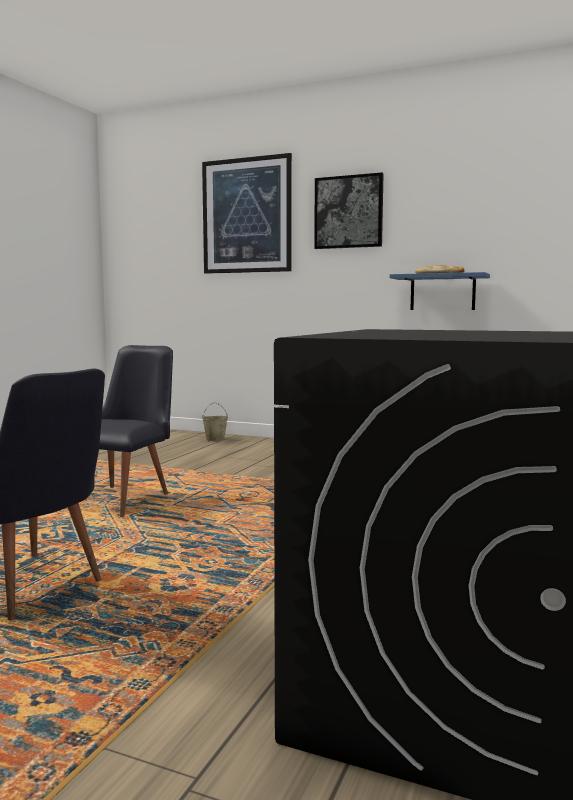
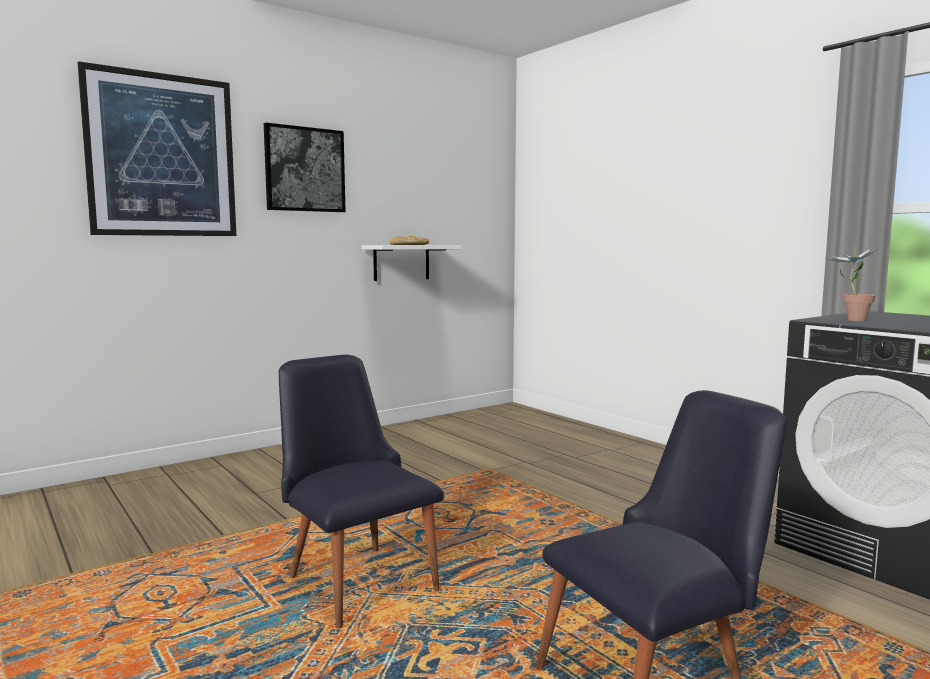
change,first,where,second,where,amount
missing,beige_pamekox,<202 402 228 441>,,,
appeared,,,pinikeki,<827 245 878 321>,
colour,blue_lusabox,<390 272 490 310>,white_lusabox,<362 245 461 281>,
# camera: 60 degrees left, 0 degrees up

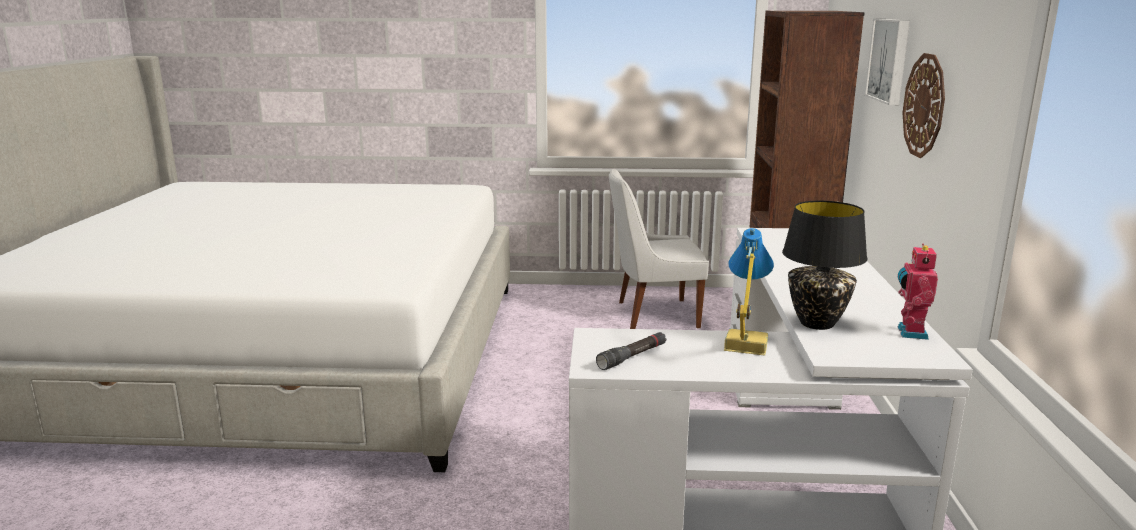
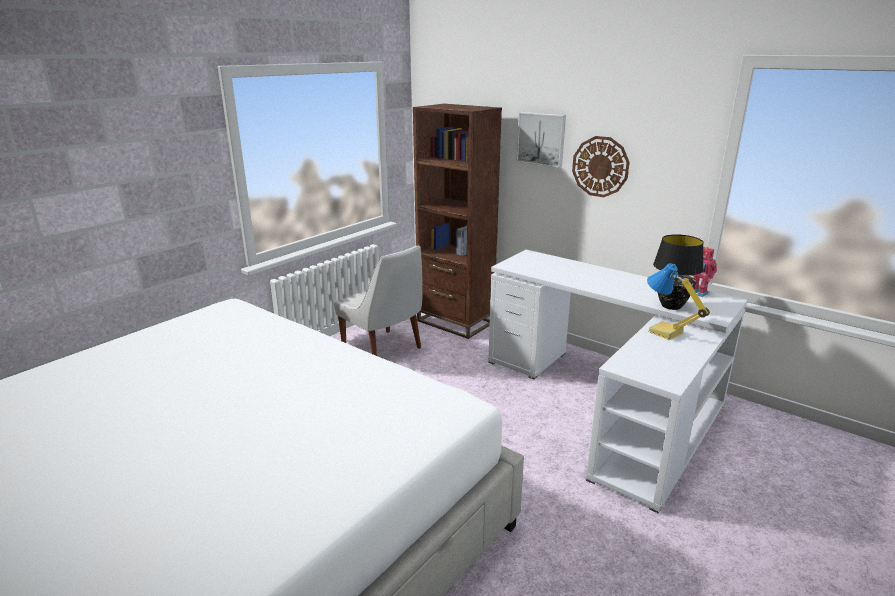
change,first,where,second,where,amount
missing,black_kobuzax,<596 332 666 370>,,,
spun,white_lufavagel,<609 168 709 329>,,<334 245 423 356>,75 degrees counterclockwise
# camera: 55 degrees left, 5 degrees up

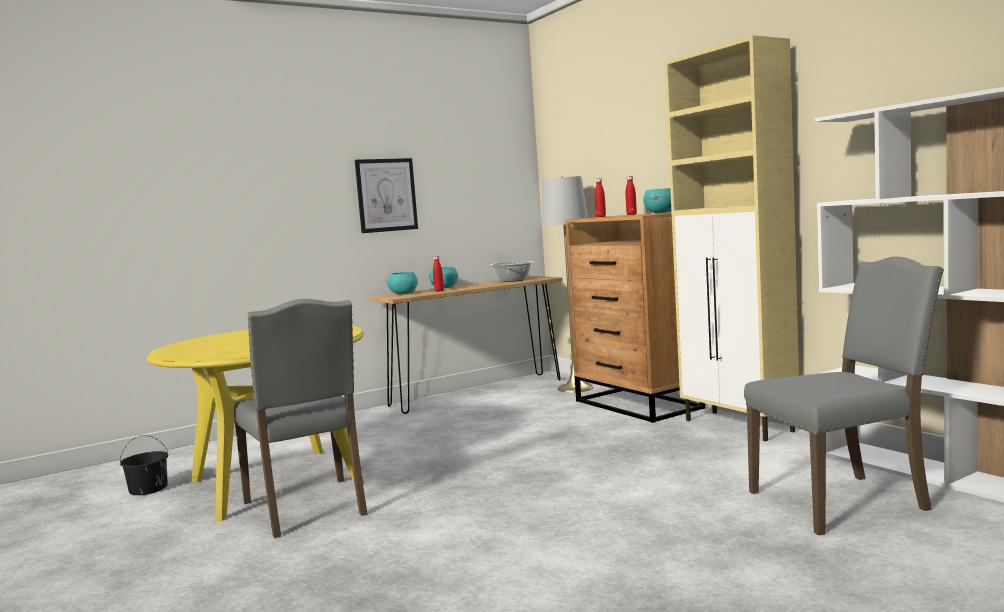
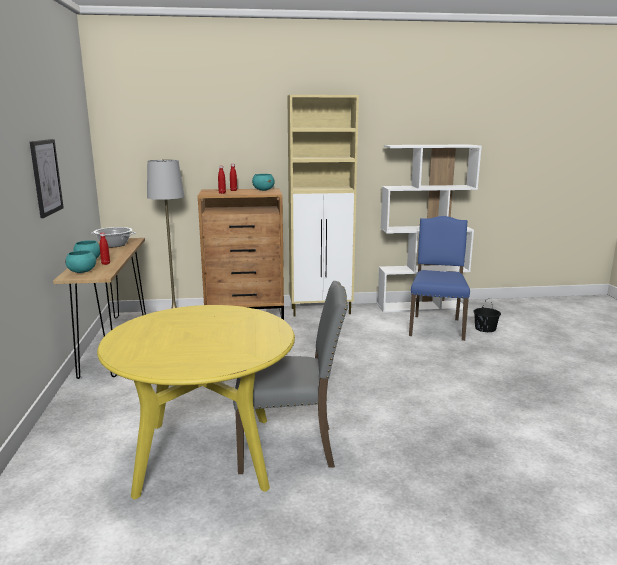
change,first,where,second,where,amount
relocated,black_pamekox,<120 435 168 495>,,<473 302 501 332>,
colour,grey_lufavagel,<744 257 944 536>,blue_lufavagel,<409 216 470 341>,
# camera: 65 degrees left, 10 degrees up

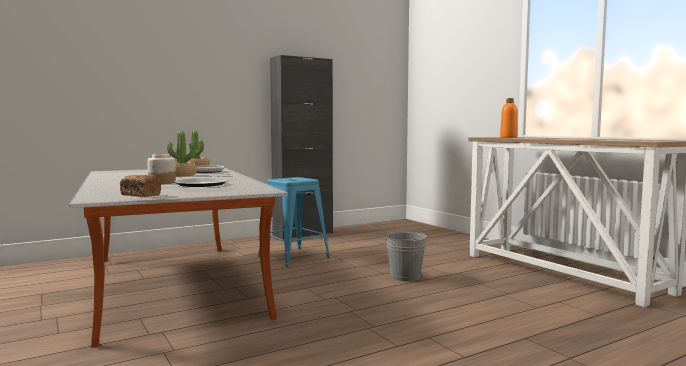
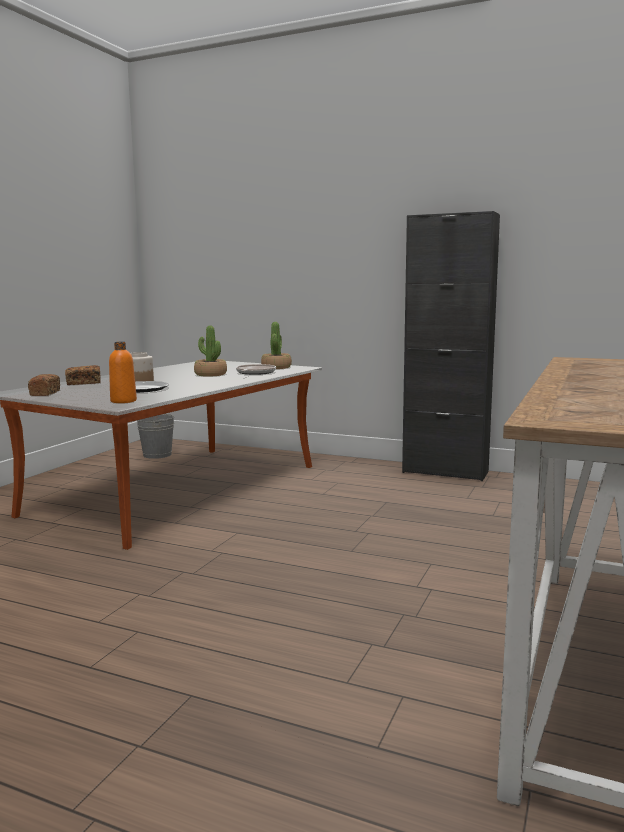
change,first,where,second,where,amount
missing,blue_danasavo,<258 177 330 267>,,,
appeared,,,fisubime,<65 365 100 385>,
relocated,grey_pamekox,<384 232 429 281>,,<137 414 174 459>,
relocated,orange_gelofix,<500 98 518 138>,,<109 342 137 403>,
# camera: 55 degrees right, 5 degrees up

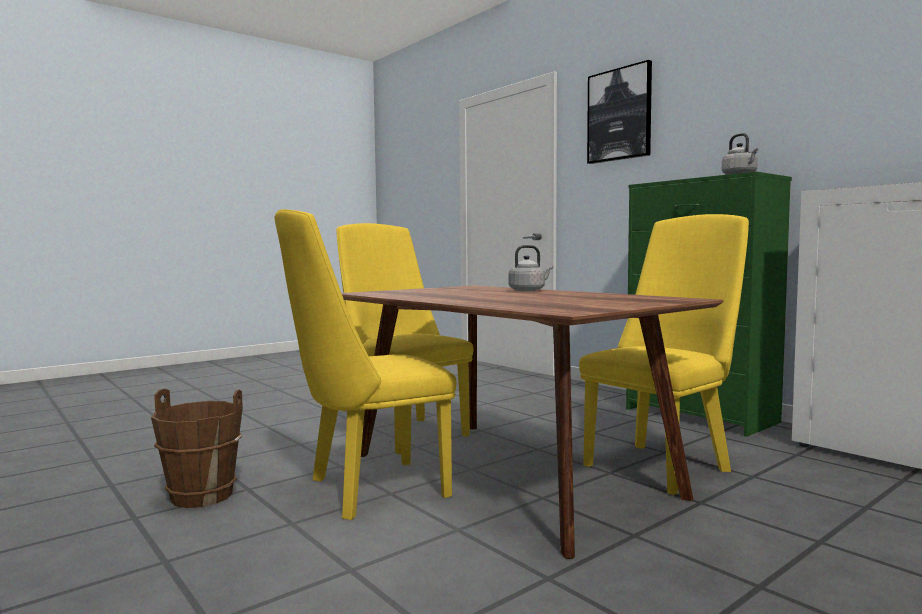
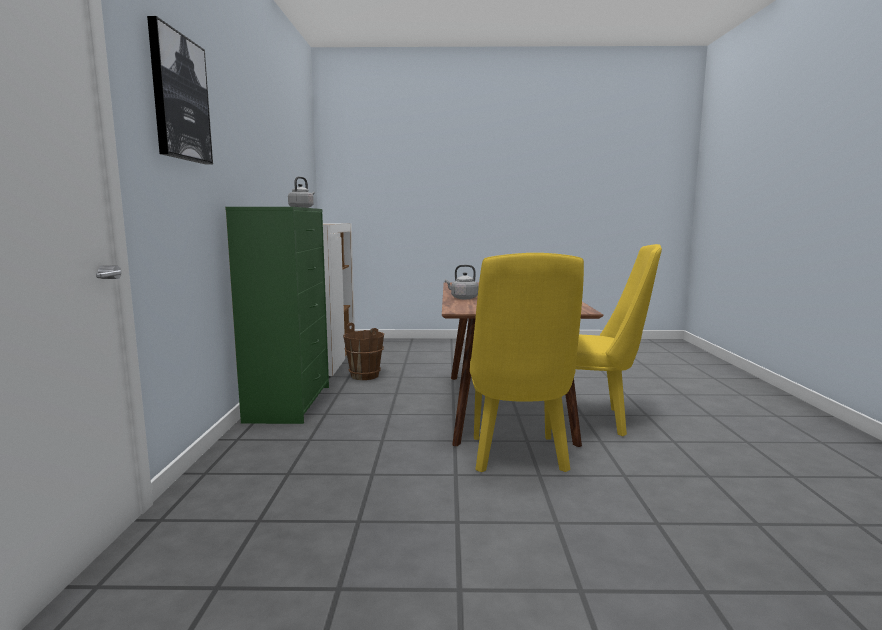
change,first,where,second,where,amount
missing,yellow_lufavagel,<579 214 749 495>,,,
relocated,brown_pamekox,<151 389 243 508>,,<343 323 384 380>,
# camera: 140 degrees left, 5 degrees up

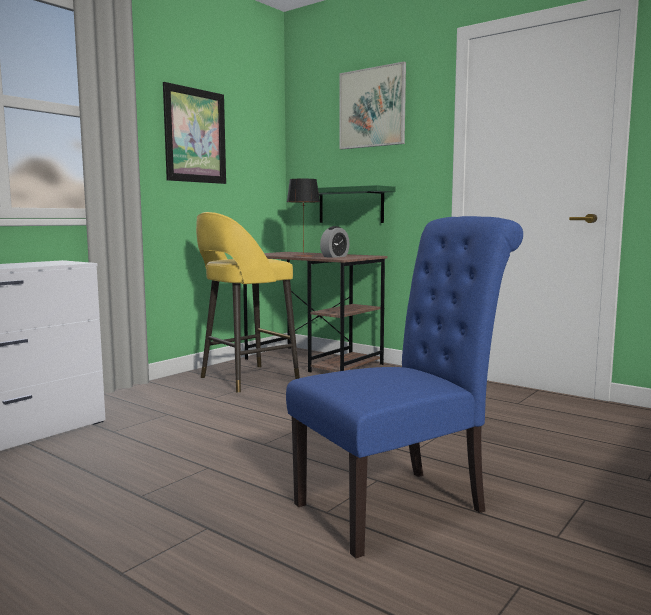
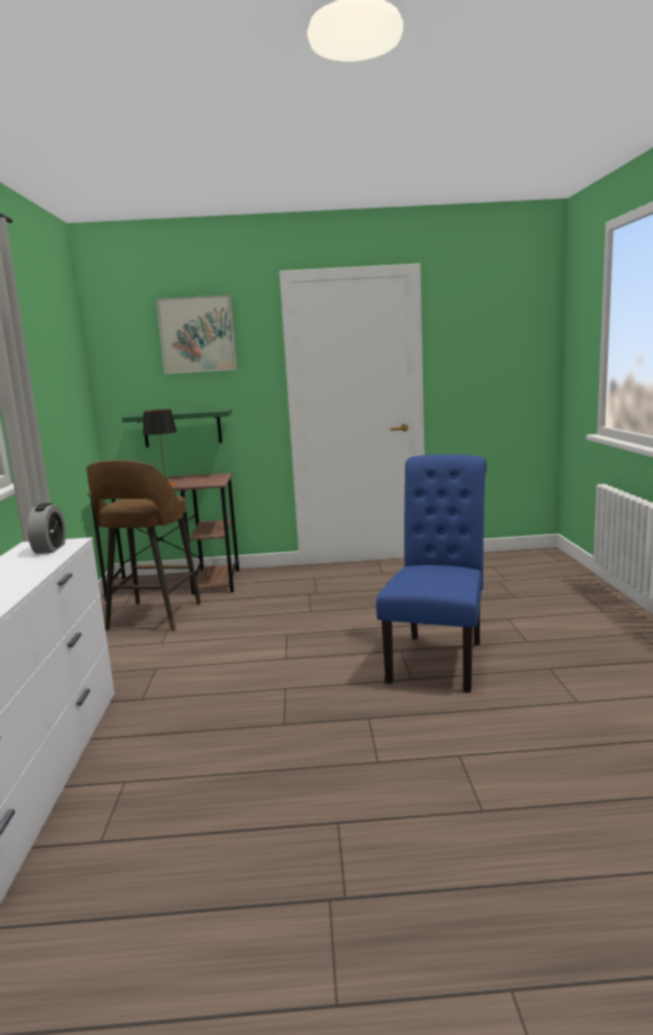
change,first,where,second,where,amount
missing,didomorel,<163 82 226 184>,,,
relocated,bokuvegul,<320 226 350 258>,,<27 503 66 554>,
colour,yellow_danasavo,<196 212 300 393>,brown_danasavo,<86 460 201 631>,
# camera: 40 degrees left, 5 degrees up

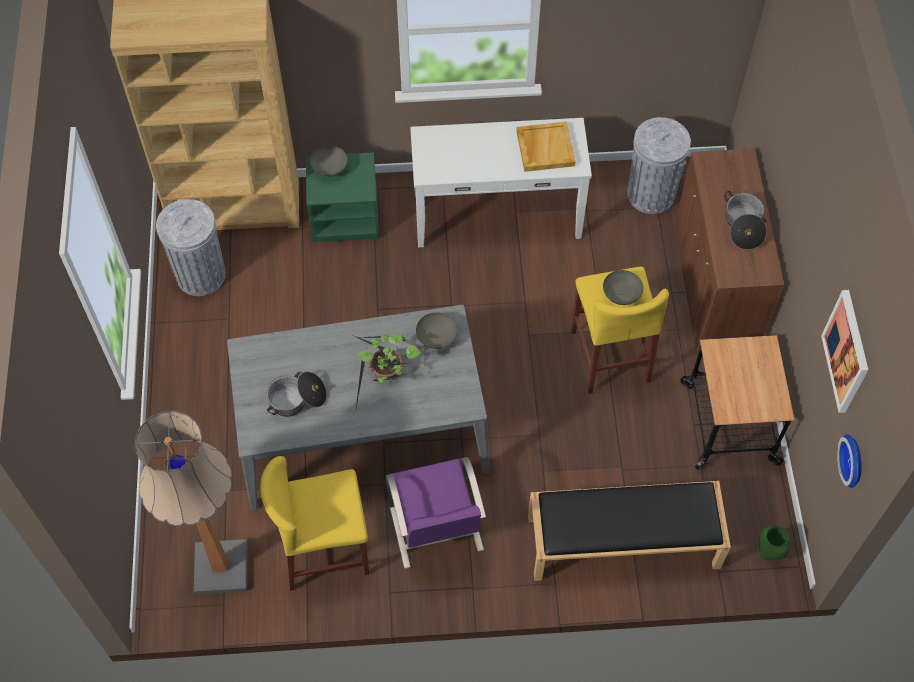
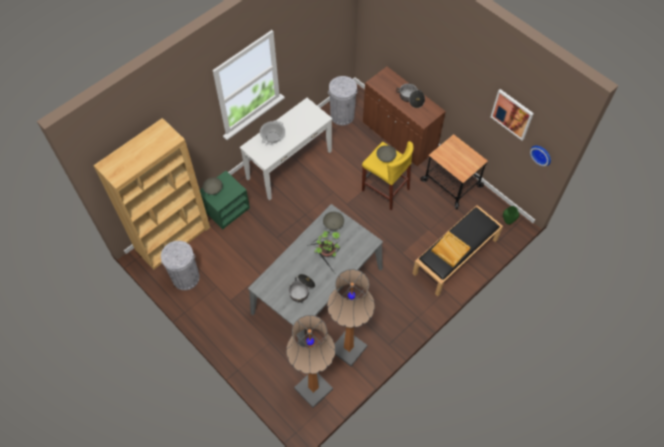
change,first,where,second,where,amount
missing,purple_lufavagel,<386 457 486 569>,,,
appeared,,,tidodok,<260 120 285 145>,
relocated,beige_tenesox,<516 122 576 172>,,<431 232 471 268>,
exchanged,yellow_danasavo,<260 456 369 591>,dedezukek,<327 269 375 366>,
# camera: 40 degrees left, 0 degrees up

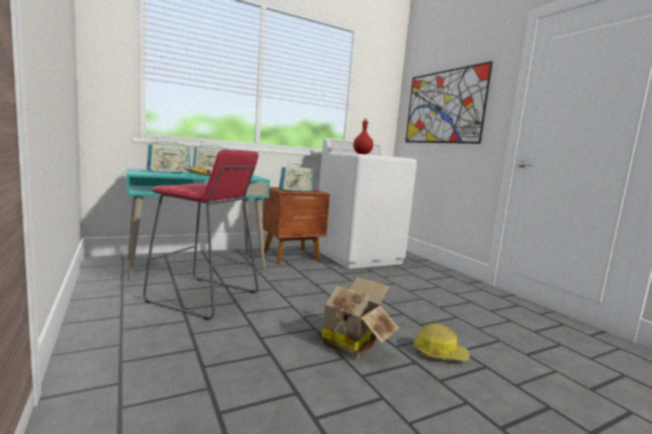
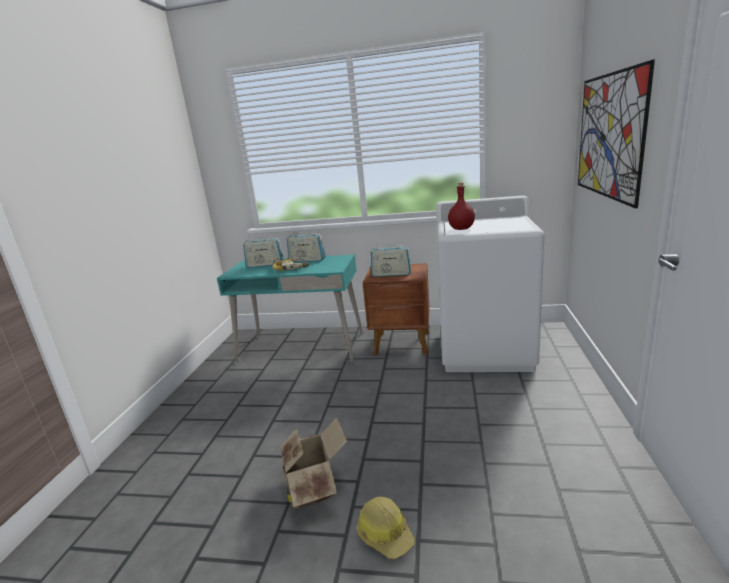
change,first,where,second,where,amount
missing,red_danasavo,<143 150 259 320>,,,
# camera: 40 degrees right, 10 degrees up

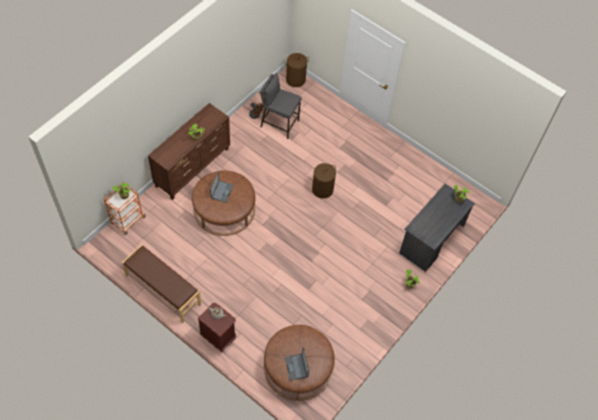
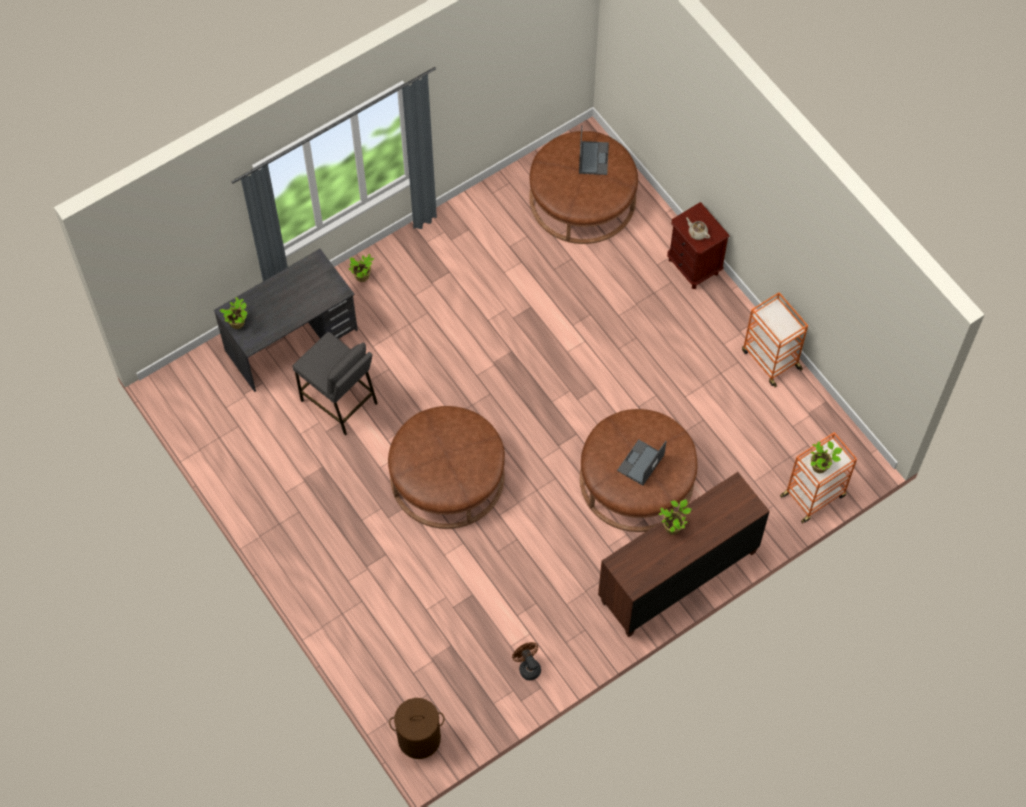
change,first,where,second,where,amount
relocated,grey_danasavo,<260 73 302 139>,,<292 332 378 436>,
exchanged,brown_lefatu,<122 245 201 323>,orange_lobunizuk,<742 292 808 387>,
exchanged,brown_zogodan,<312 163 336 199>,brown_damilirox,<388 406 505 529>,
# camera: 160 degrees left, 5 degrees up

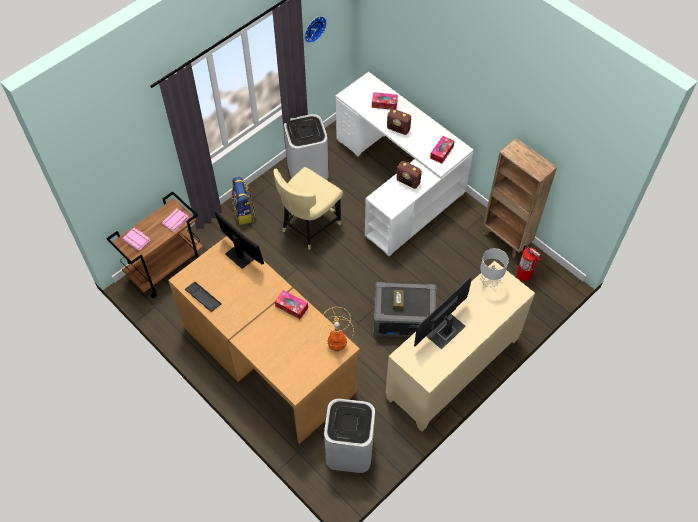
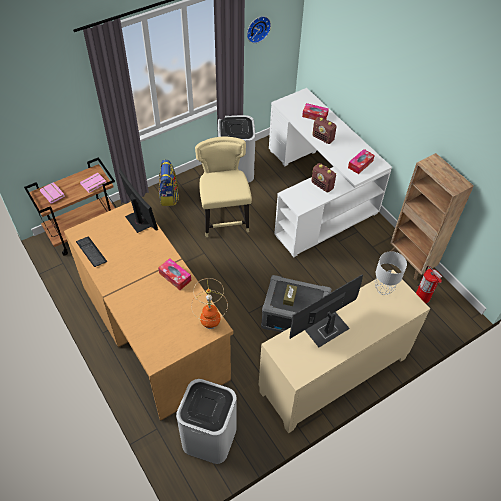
change,first,where,second,where,amount
spun,beige_lufavagel,<273 167 343 250>,,<195 137 252 237>,120 degrees clockwise
# camera: 10 degrees right, 5 degrees down

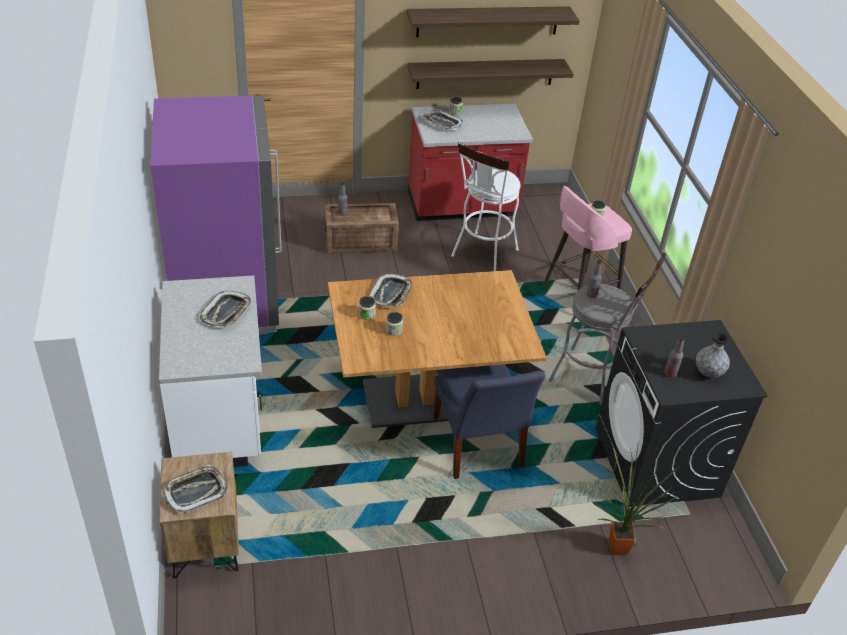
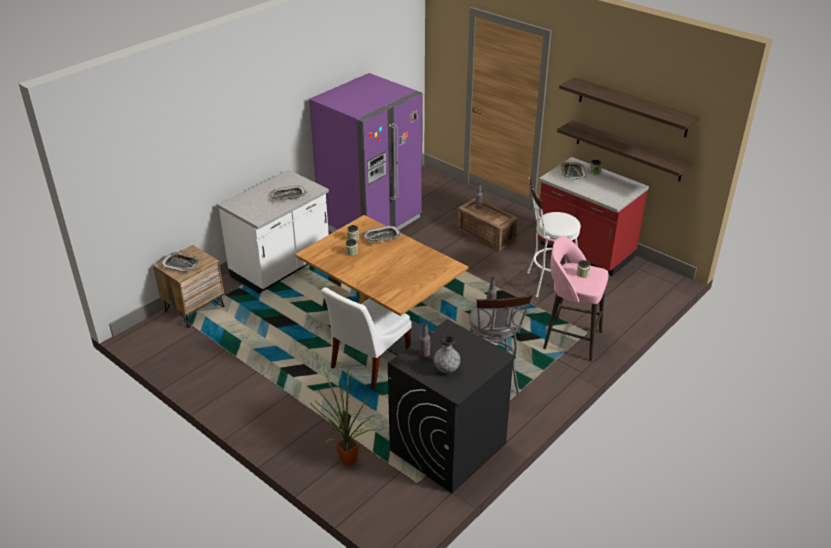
change,first,where,second,where,amount
colour,blue_lufavagel,<433 364 545 479>,white_lufavagel,<321 287 412 390>,
# camera: 55 degrees right, 5 degrees down

